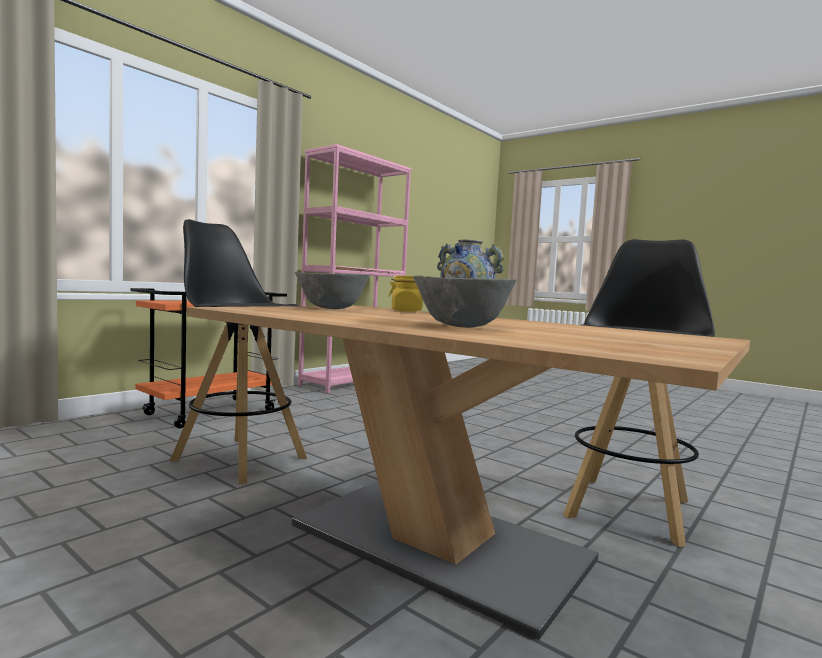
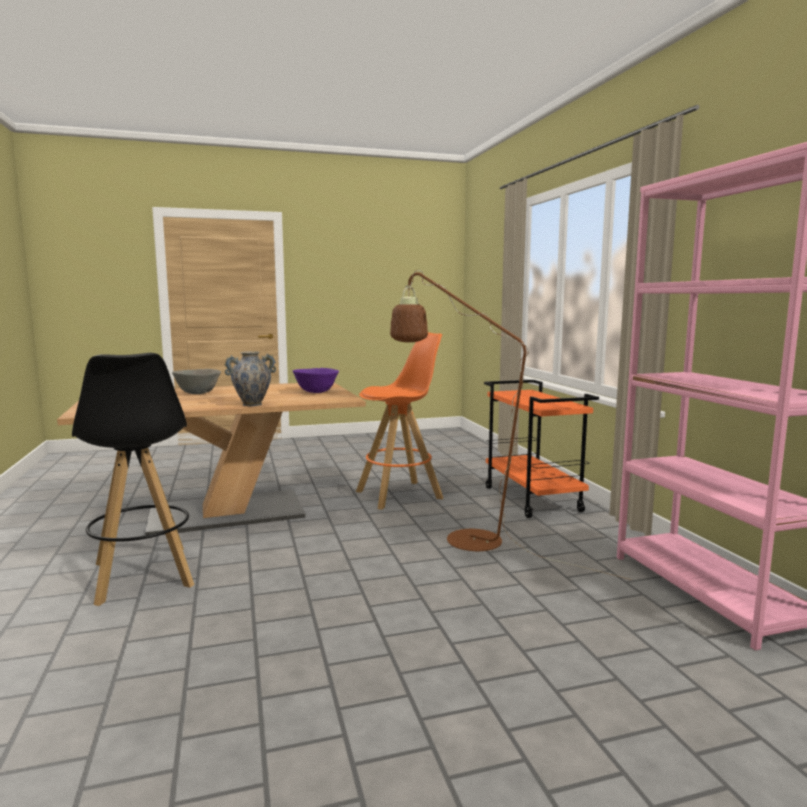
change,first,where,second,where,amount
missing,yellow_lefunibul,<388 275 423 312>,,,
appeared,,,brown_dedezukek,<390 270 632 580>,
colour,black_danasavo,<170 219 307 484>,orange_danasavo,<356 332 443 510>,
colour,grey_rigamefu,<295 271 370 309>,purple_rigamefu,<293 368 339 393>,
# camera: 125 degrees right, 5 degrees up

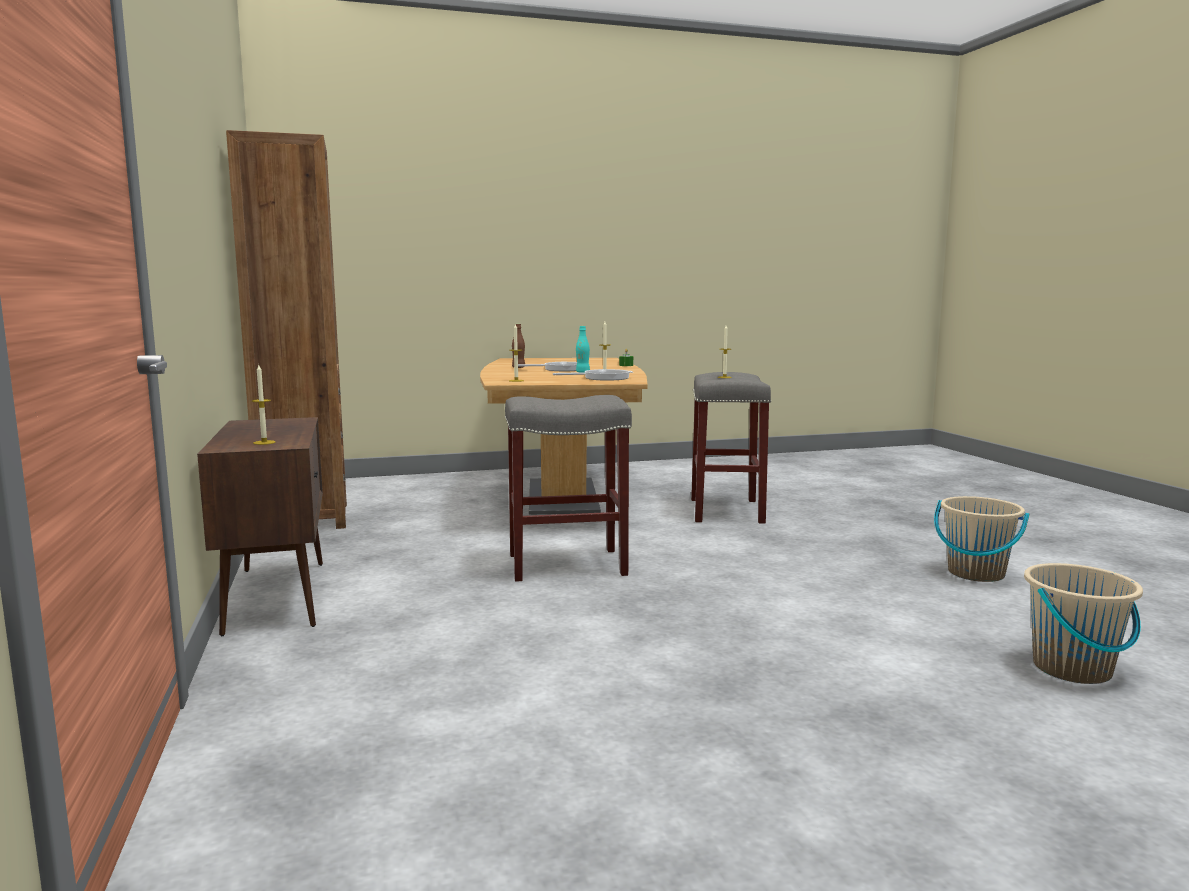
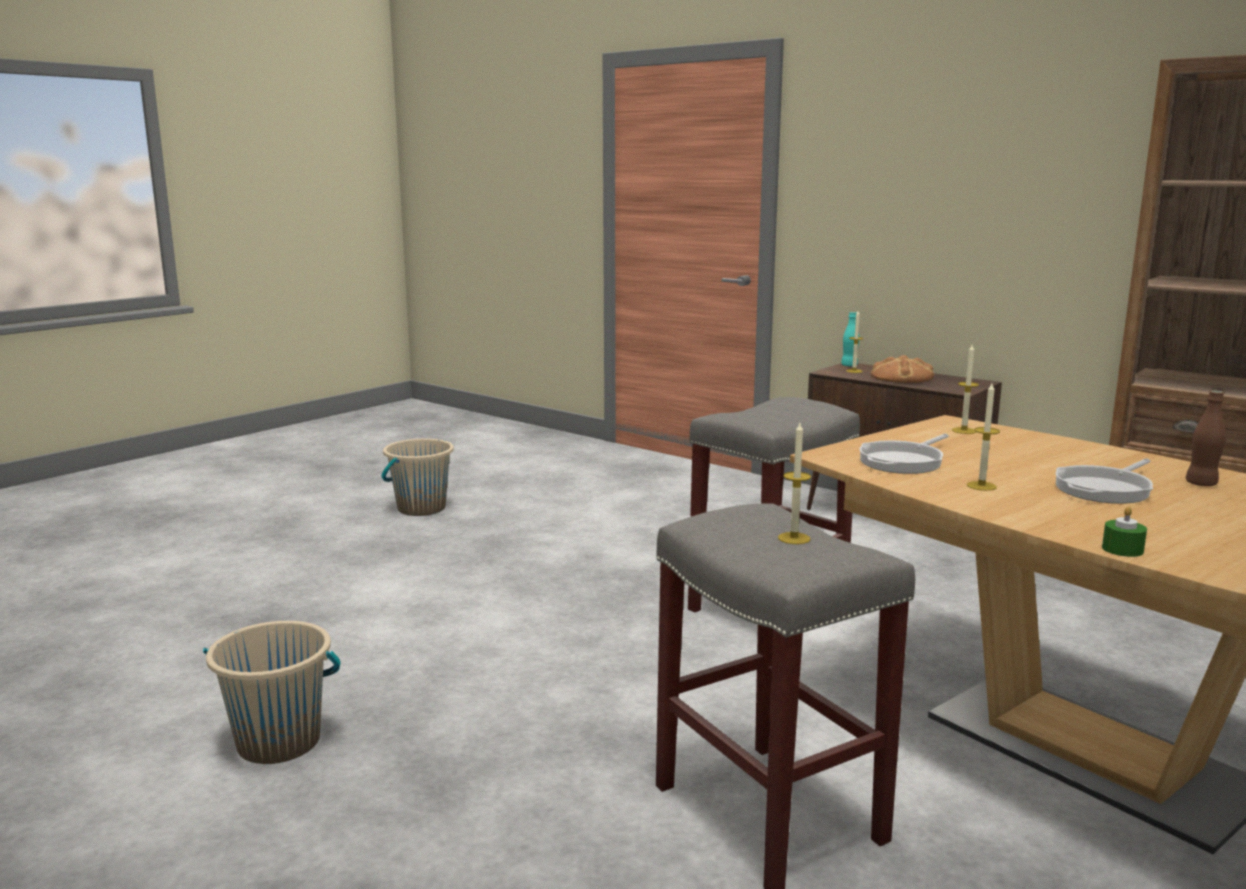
change,first,where,second,where,amount
appeared,,,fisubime,<871 355 934 383>,
relocated,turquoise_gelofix,<576 326 590 372>,,<841 312 859 366>,
relocated,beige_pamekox,<1024 563 1143 684>,,<382 439 454 516>,
# camera: 145 degrees right, 5 degrees up

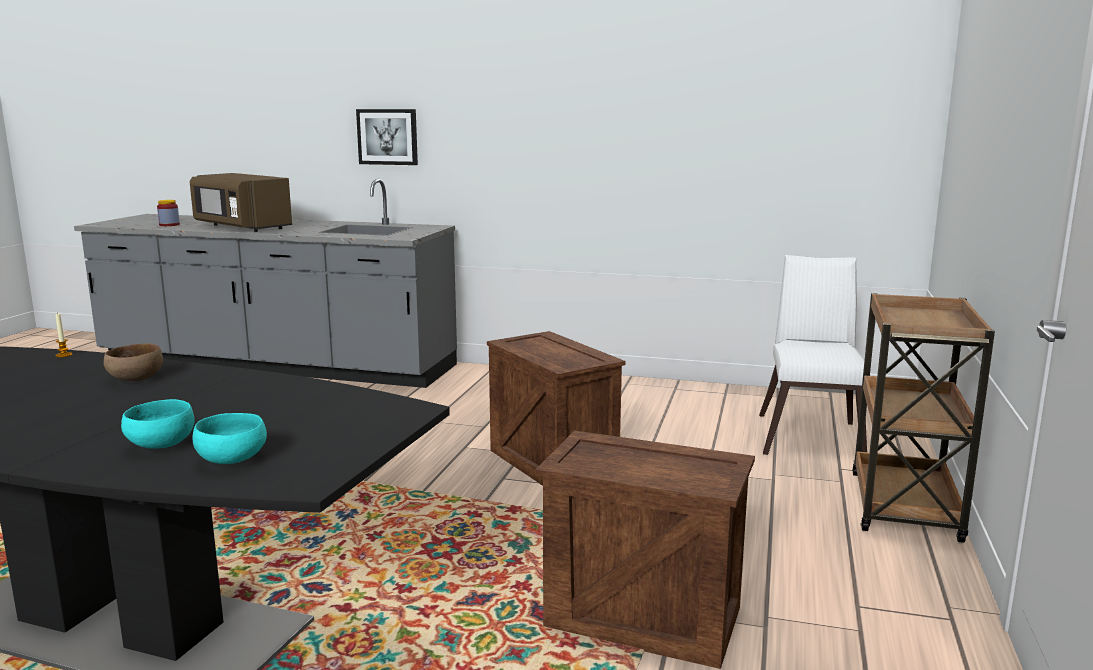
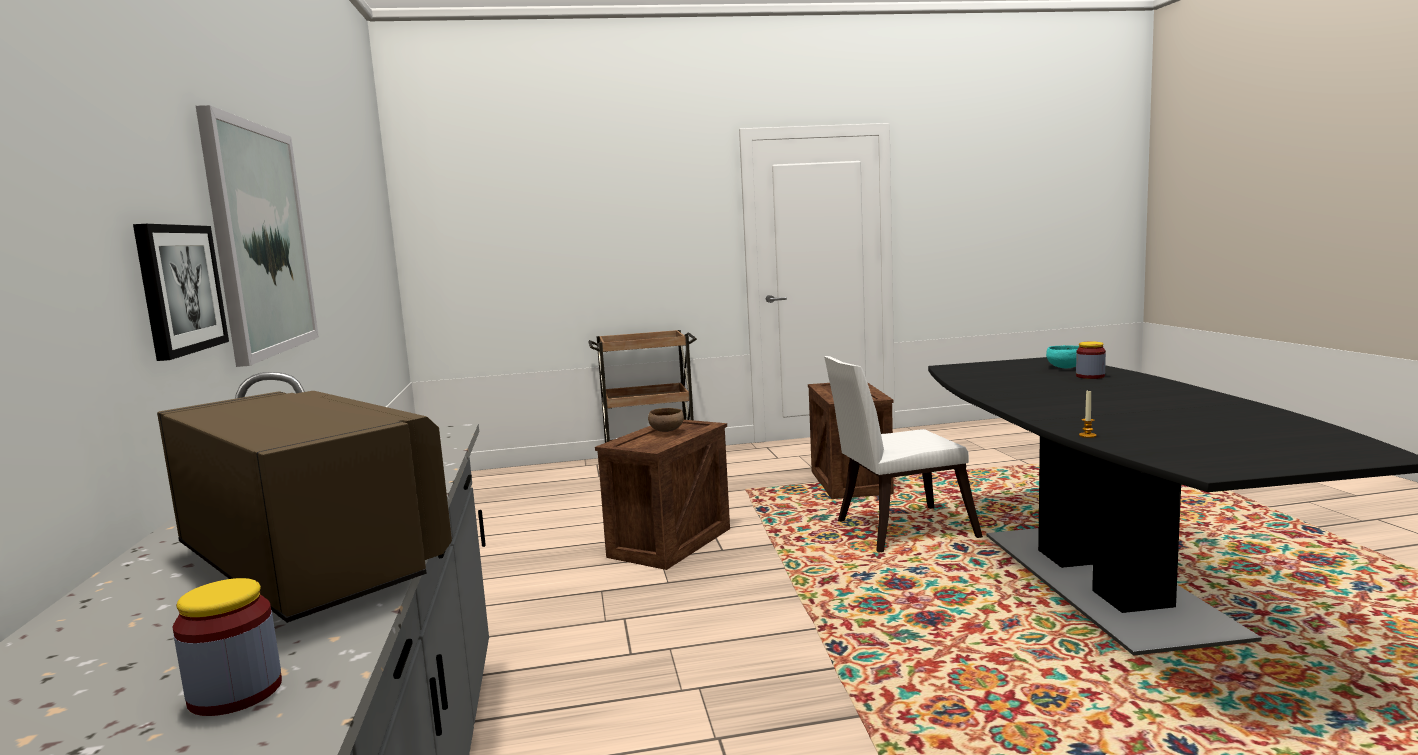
change,first,where,second,where,amount
appeared,,,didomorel,<196 105 319 367>,
relocated,brown_rigamefu,<104 343 163 381>,,<648 408 684 432>,
relocated,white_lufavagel,<759 255 867 455>,,<824 356 983 553>,
exchanged,turquoise_rigamefu,<121 399 195 449>,lefunibul,<1076 342 1106 379>,
spun,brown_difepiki,<189 173 292 232>,,<157 391 452 623>,60 degrees counterclockwise
# camera: 115 degrees left, 5 degrees down

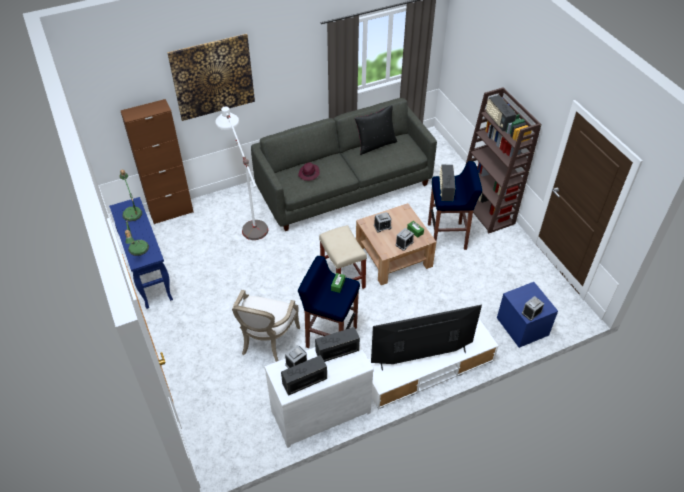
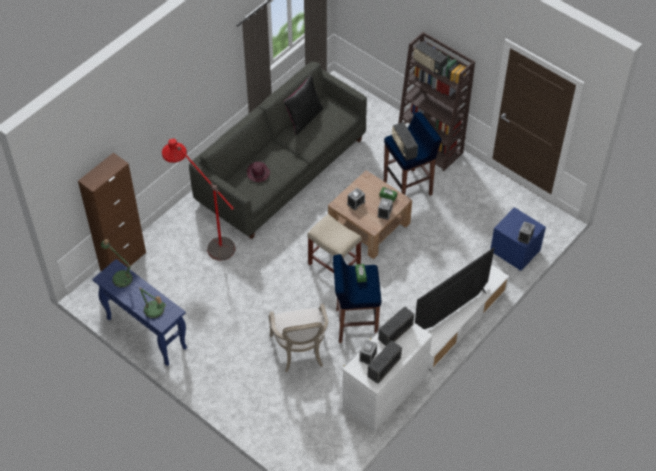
change,first,where,second,where,amount
missing,didomorel,<167 34 255 121>,,,
colour,white_dedezukek,<215 106 268 240>,red_dedezukek,<162 138 236 260>,
# camera: 25 degrees left, 5 degrees up

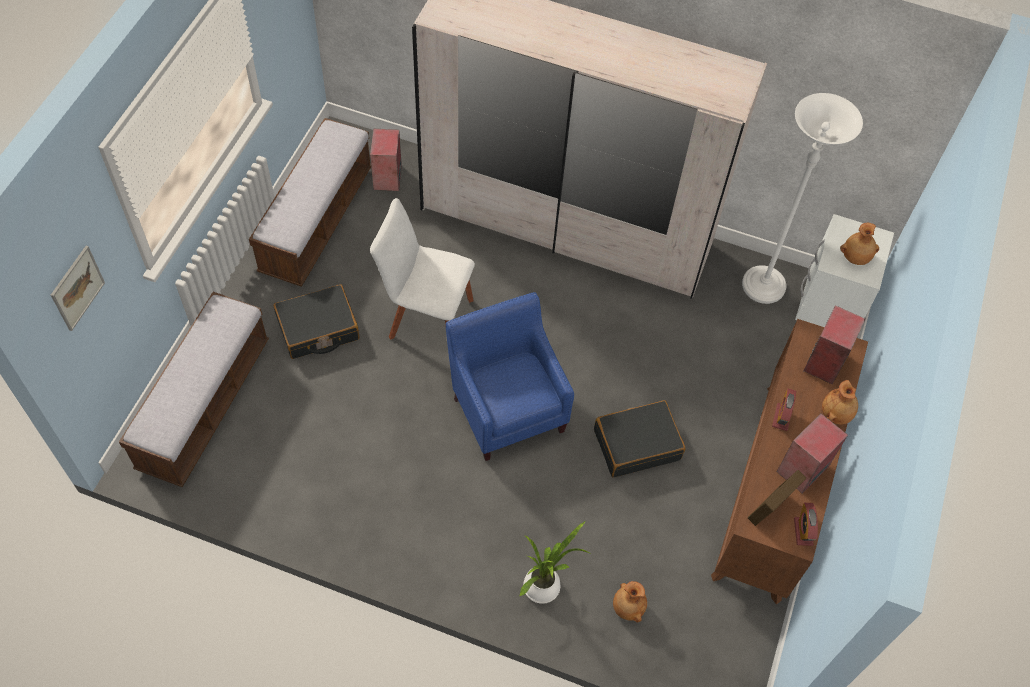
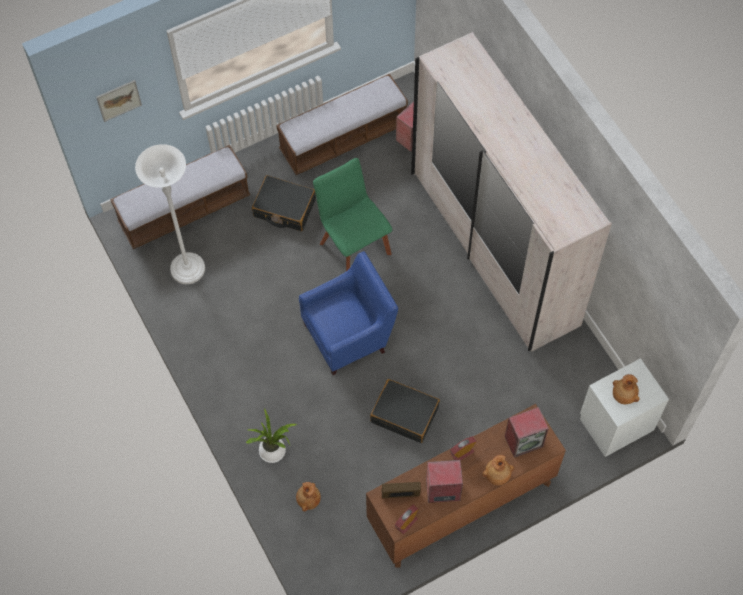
change,first,where,second,where,amount
relocated,white_dedezukek,<742 93 863 304>,,<135 144 205 284>,
colour,white_lufavagel,<370 198 475 340>,green_lufavagel,<313 158 392 271>,
spun,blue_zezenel,<446 292 574 461>,,<299 251 398 375>,45 degrees clockwise
# camera: 45 degrees right, 5 degrees up

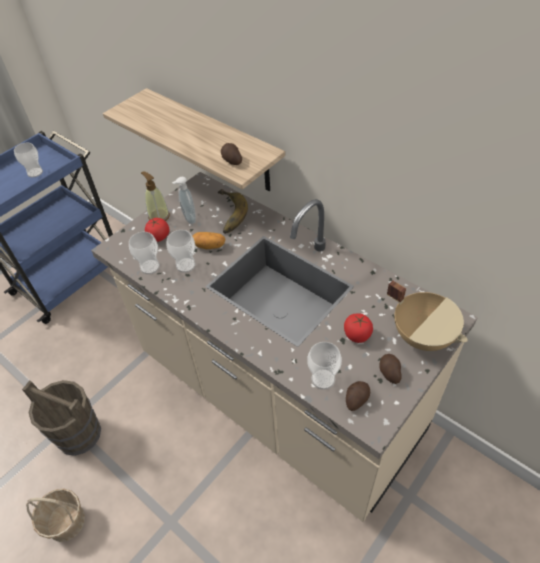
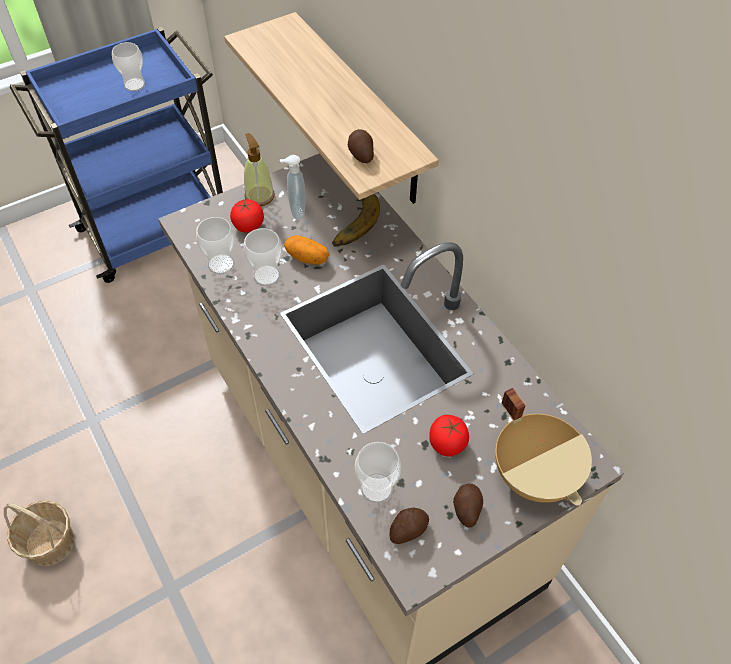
change,first,where,second,where,amount
missing,brown_pamekox,<22 380 101 456>,,,
# camera: 15 degrees right, 5 degrees up

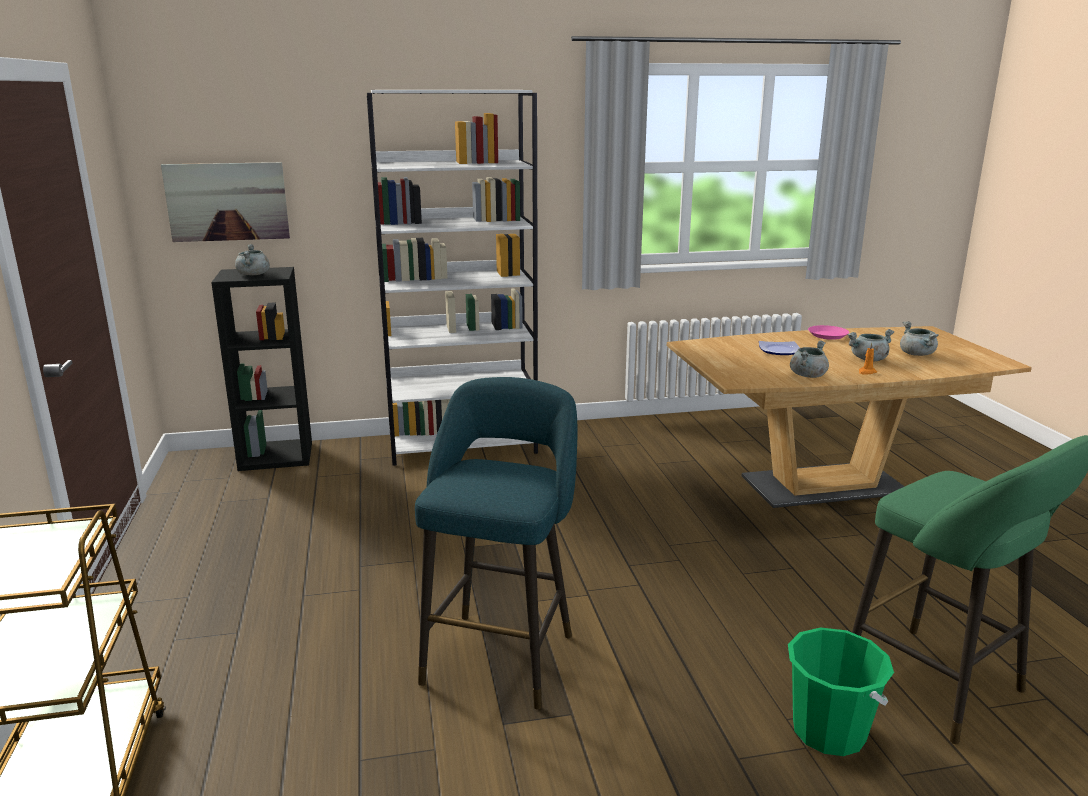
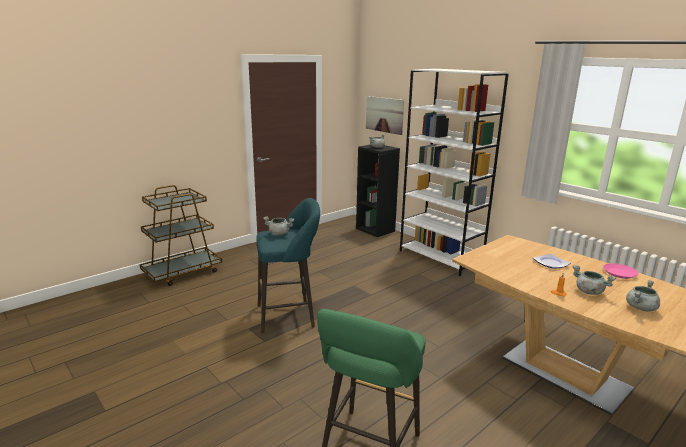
change,first,where,second,where,amount
missing,green_pamekox,<788 627 894 756>,,,
relocated,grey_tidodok,<790 341 829 378>,,<263 217 294 236>,
# camera: 60 degrees right, 0 degrees up

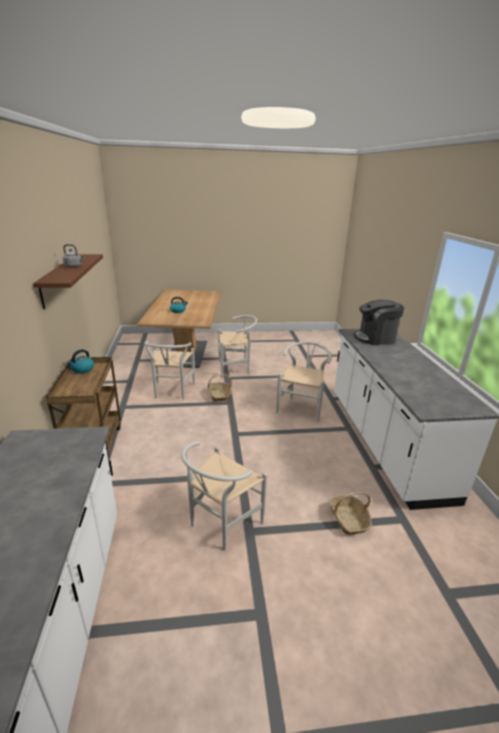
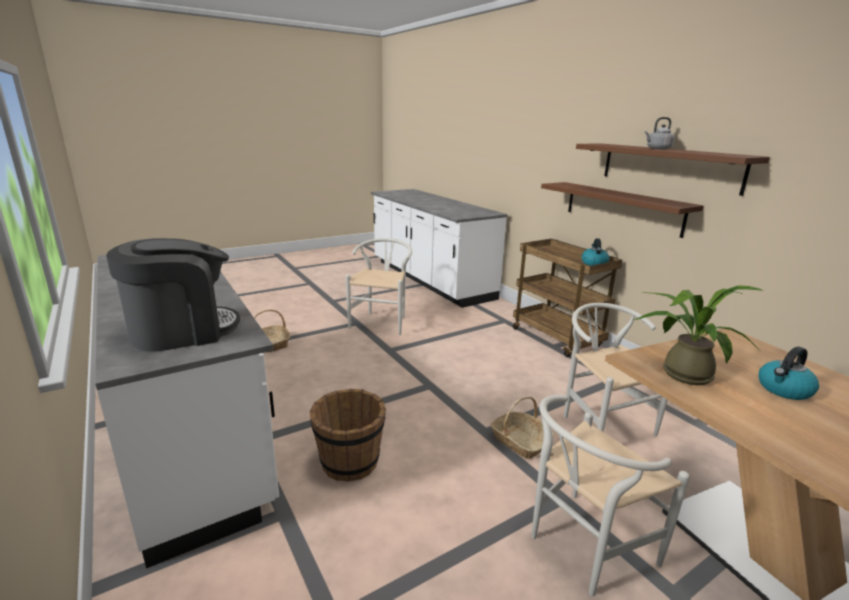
change,first,where,second,where,amount
appeared,,,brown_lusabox,<541 182 703 238>,
appeared,,,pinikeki,<633 285 764 385>,
exchanged,white_lufavagel,<276 342 332 422>,brown_pamekox,<310 389 386 481>,
# camera: 155 degrees right, 5 degrees down

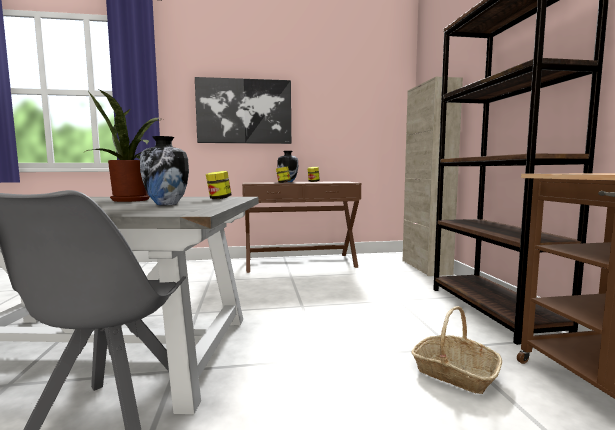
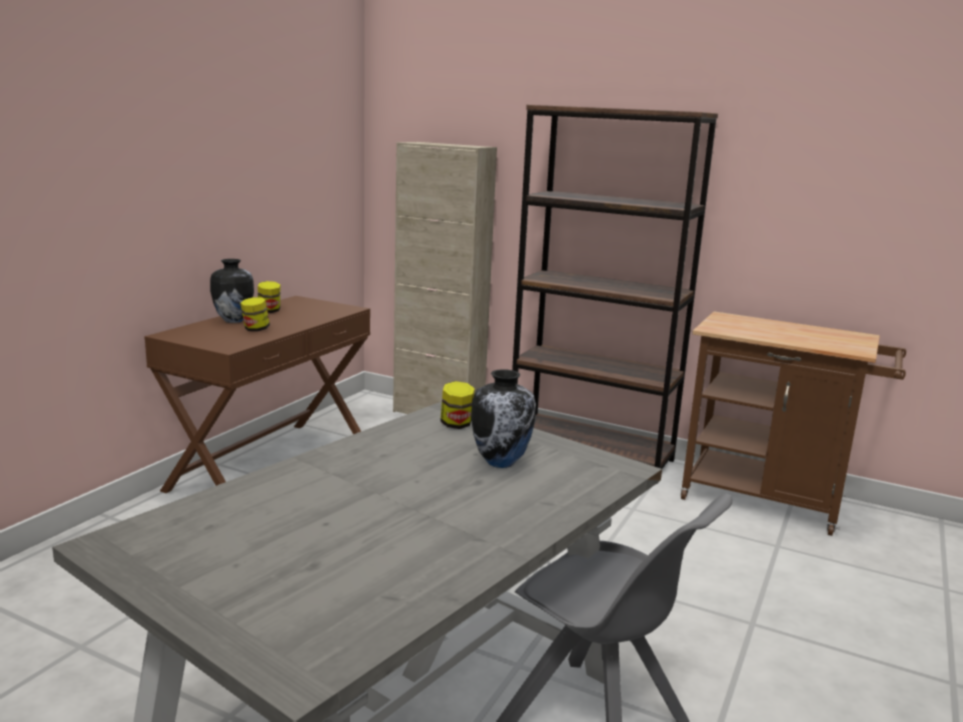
change,first,where,second,where,amount
missing,pinikeki,<85 89 164 202>,,,
missing,didomorel,<195 77 291 144>,,,
missing,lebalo,<411 306 502 394>,,,
# camera: 55 degrees left, 10 degrees up

